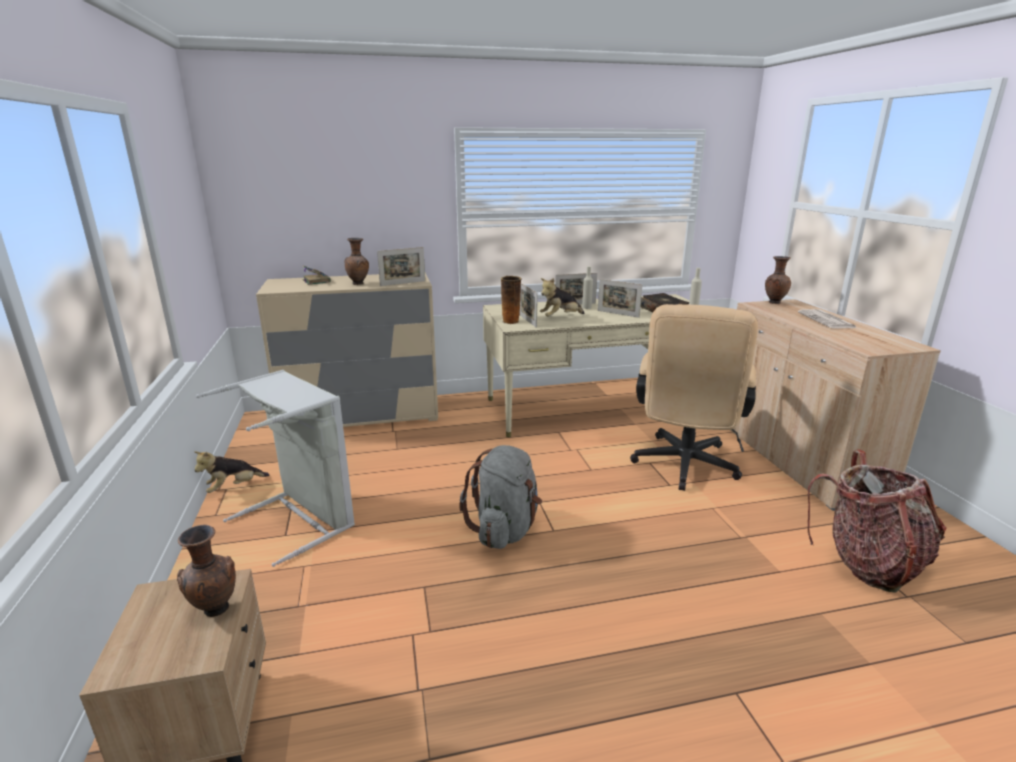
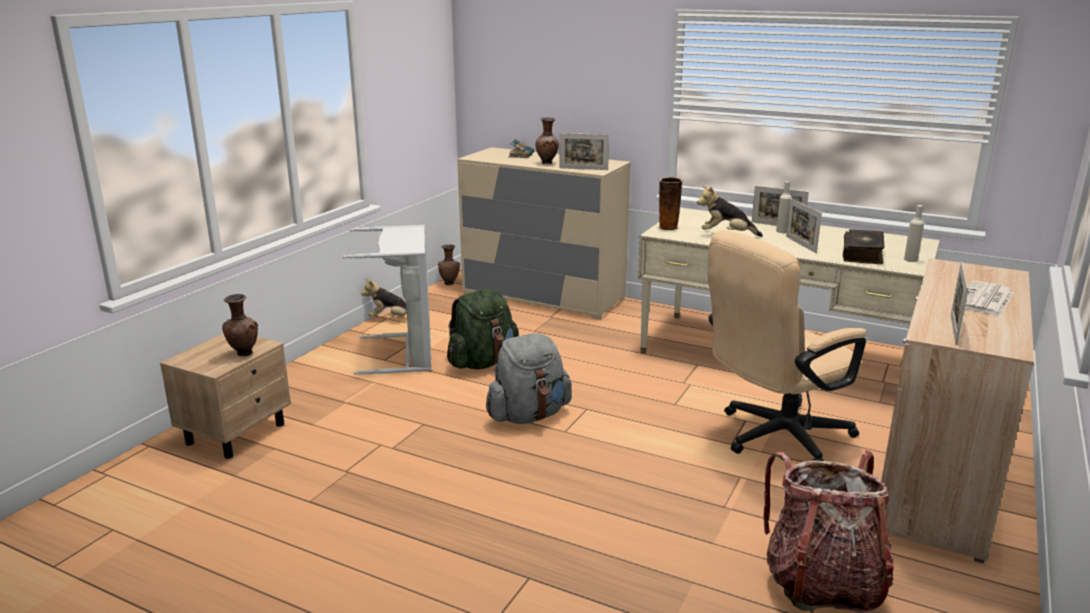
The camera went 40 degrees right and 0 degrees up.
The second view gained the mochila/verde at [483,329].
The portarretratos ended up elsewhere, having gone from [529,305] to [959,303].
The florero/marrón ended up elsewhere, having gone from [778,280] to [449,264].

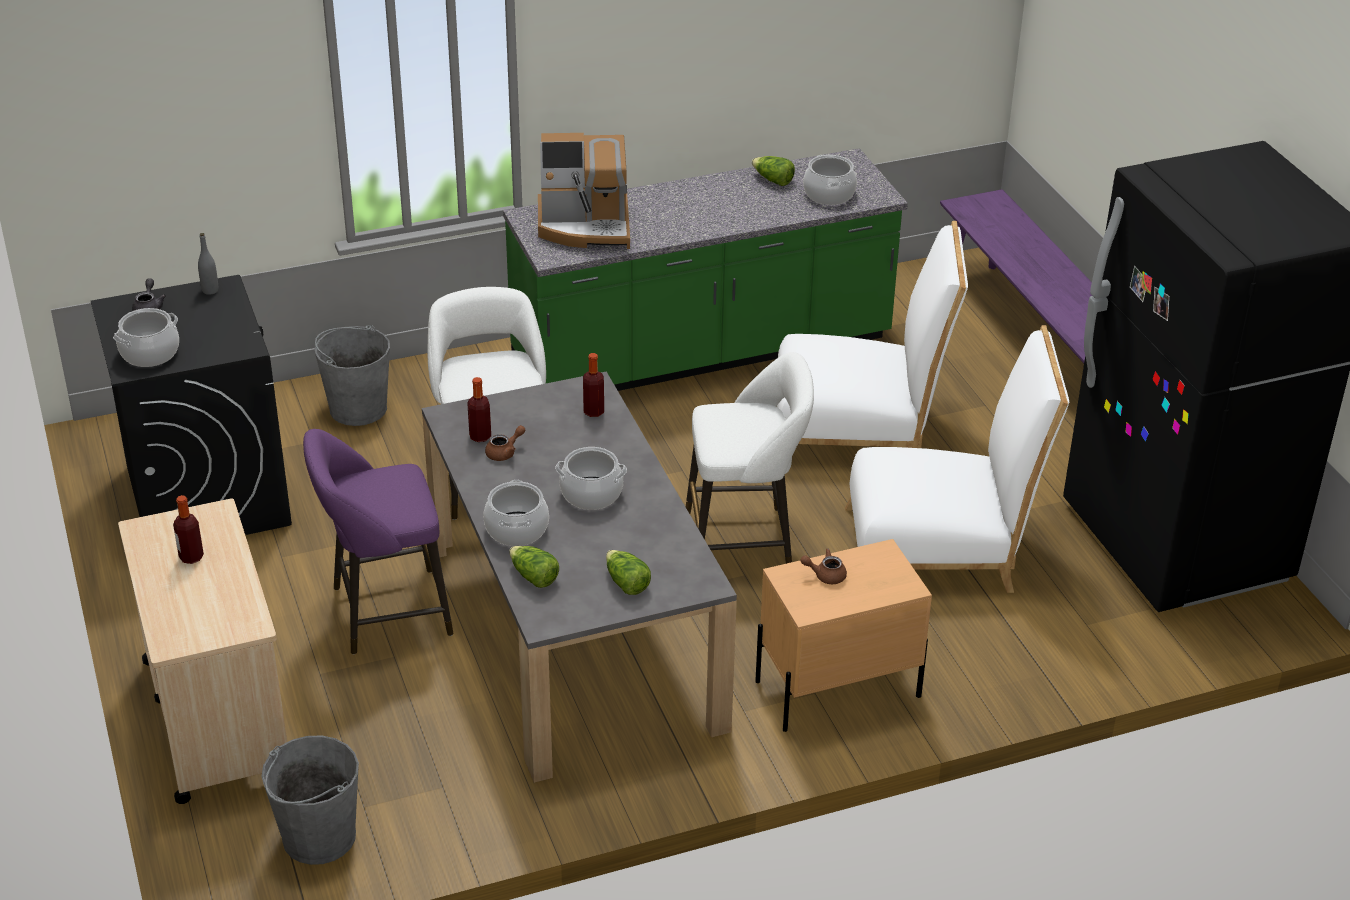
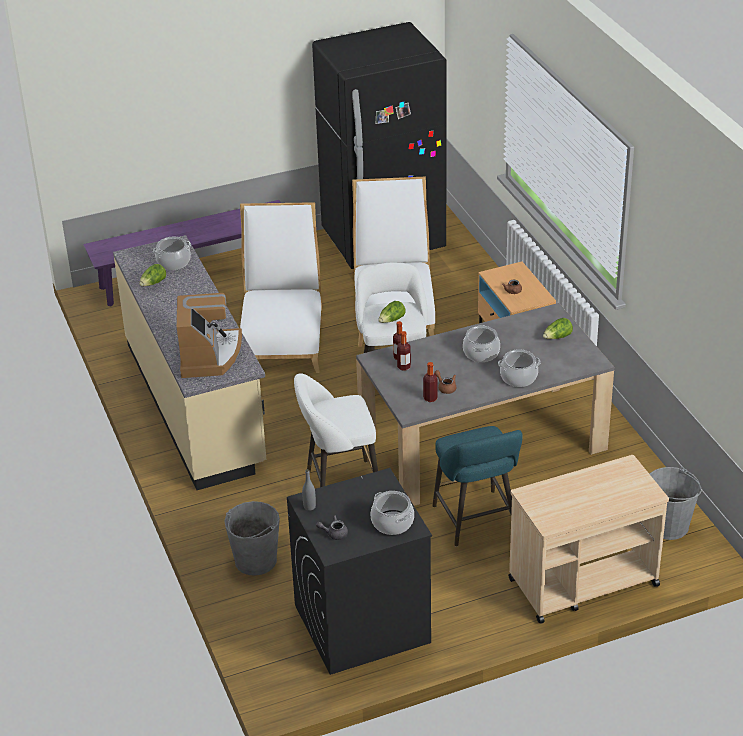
The camera went 90 degrees left and 0 degrees up.
The botella ended up elsewhere, having gone from [188,529] to [404,351].
The lechuga ended up elsewhere, having gone from [534,567] to [392,312].
What was the taburete/morado at [378,541] turned into the taburete/turquesa at [478,486].
What was the mueble bajo de cocina/verde at [705,269] turned into the mueble bajo de cocina/beis at [189,362].

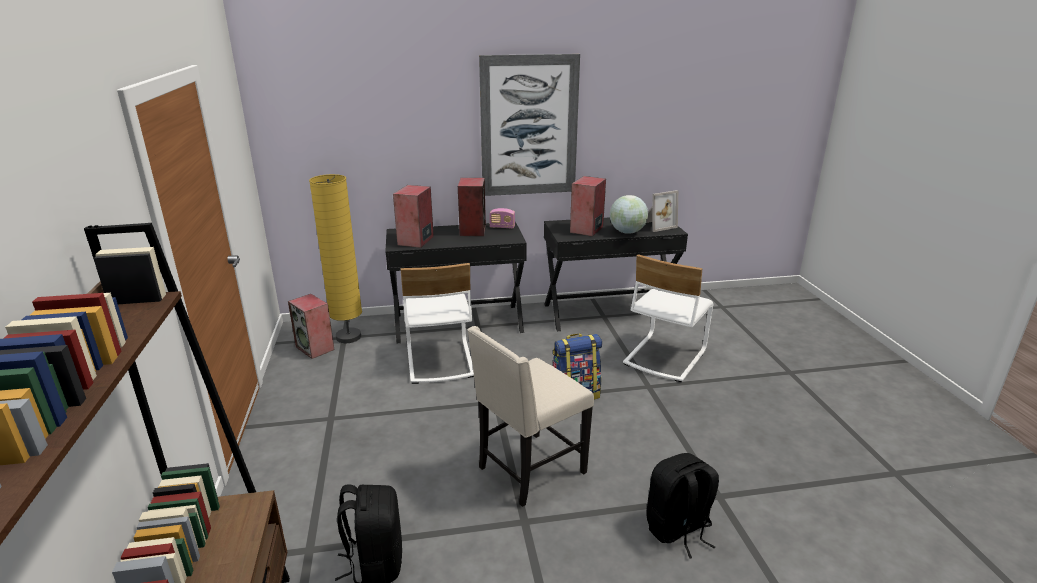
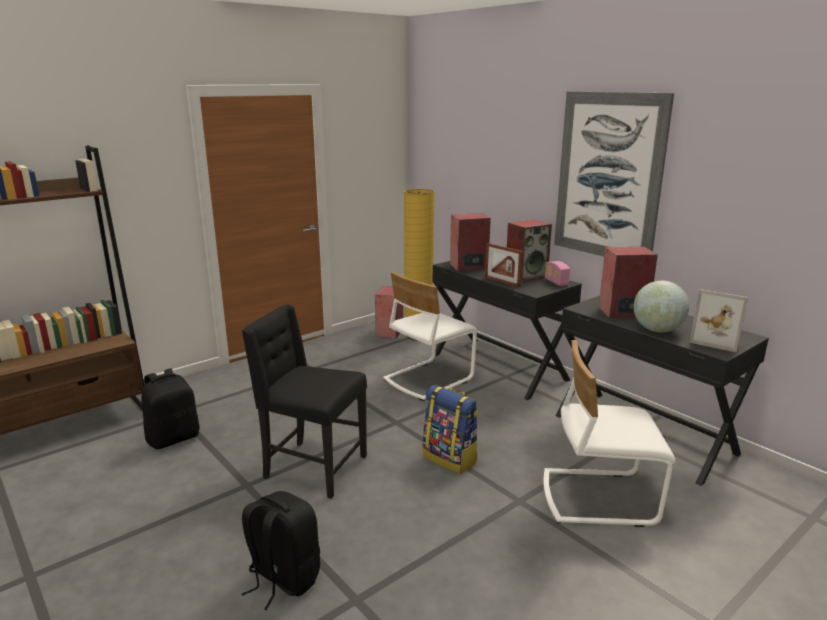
The camera went 60 degrees right and 5 degrees down.
The second view gained the portarretratos at [504,265].
What was the silla/beis at [531,416] turned into the silla/negro at [304,401].

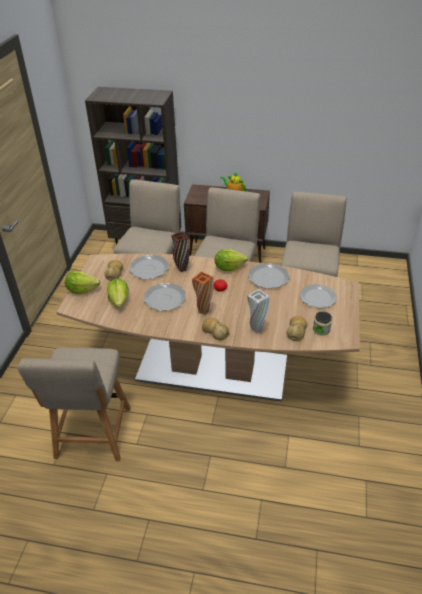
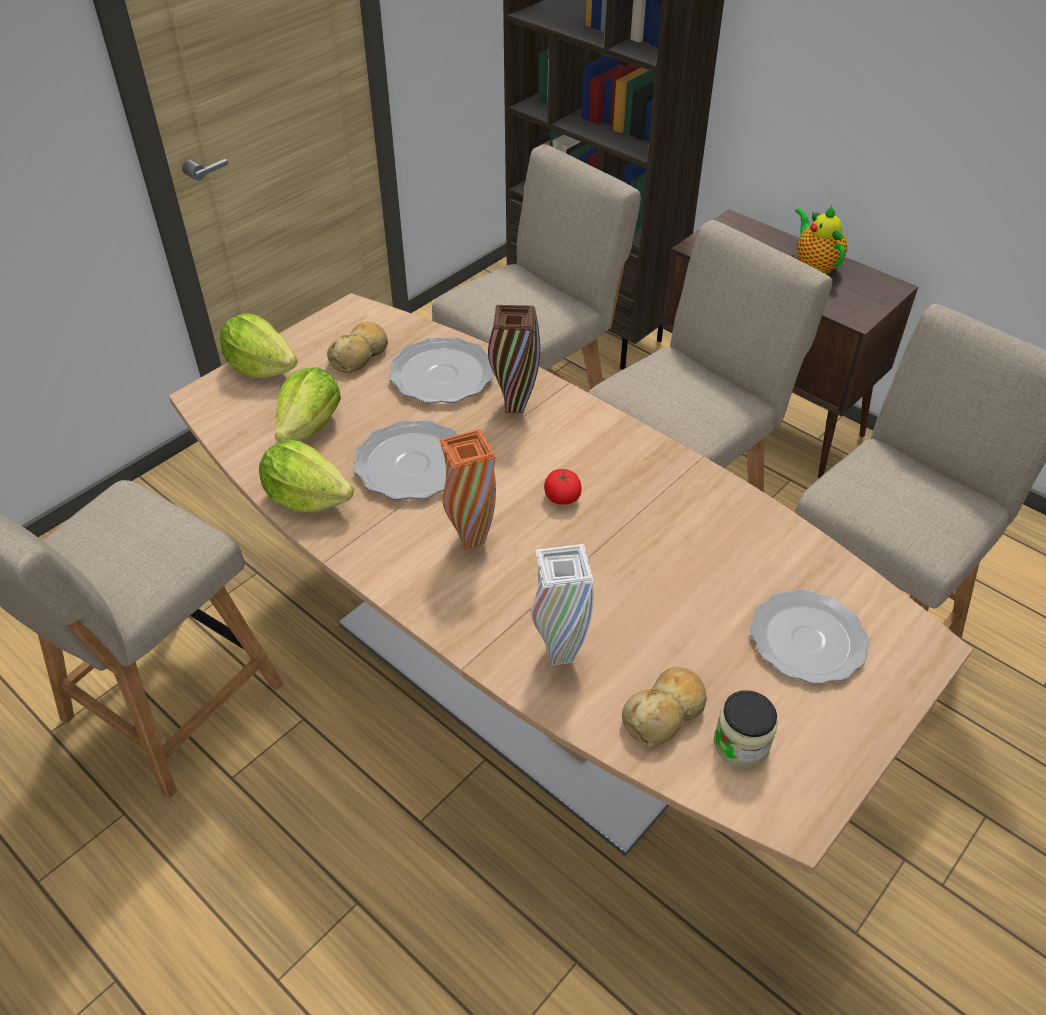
The camera went 30 degrees right and 5 degrees up.
The second view lost the pan at [215,329].
The second view lost the plato at [269,276].
The lechuga ended up elsewhere, having gone from [231,260] to [306,476].

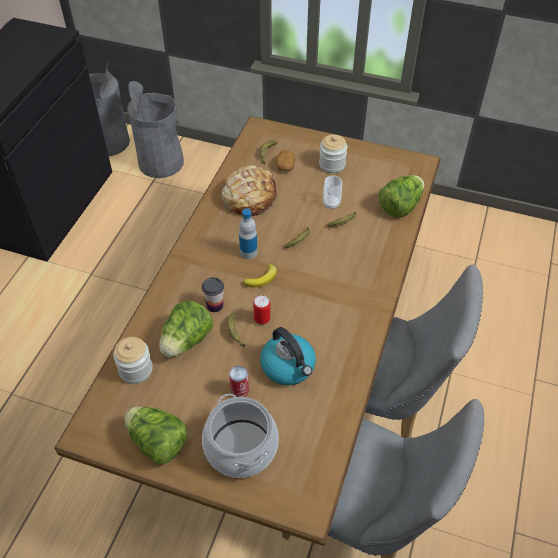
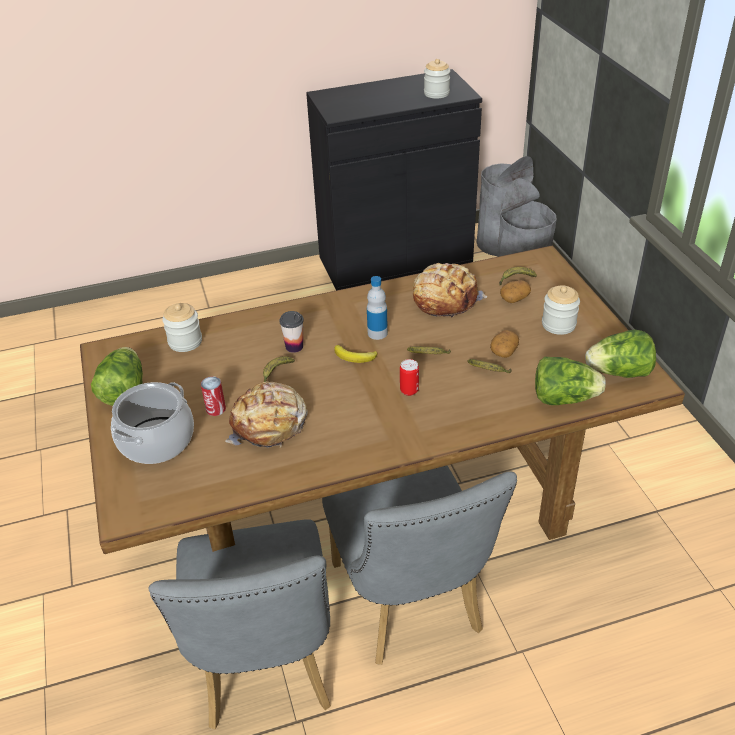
The camera went 55 degrees right and 10 degrees down.
The second view gained the tarro at [437,79].
The lechuga ended up elsewhere, having gone from [186,329] to [620,354].
The lata ended up elsewhere, having gone from [261,310] to [409,377].
Where the hervidor stood at [288,356], the pan came to stand at [266,414].
Where the taza stood at [332,192], the patata came to stand at [504,344].

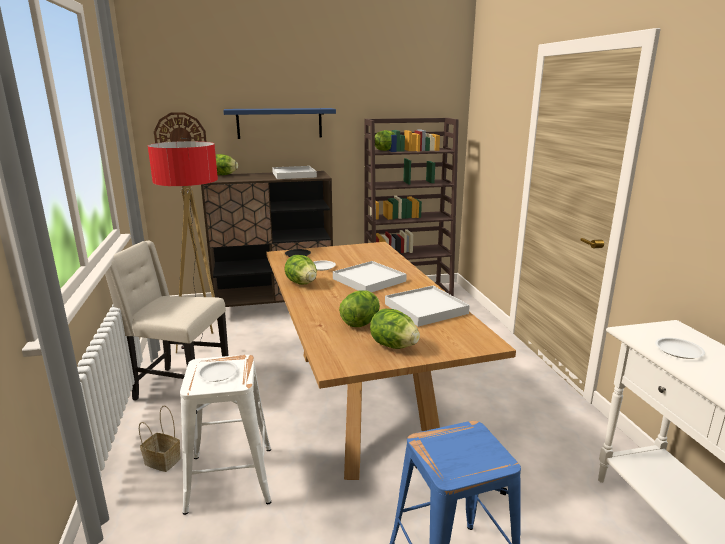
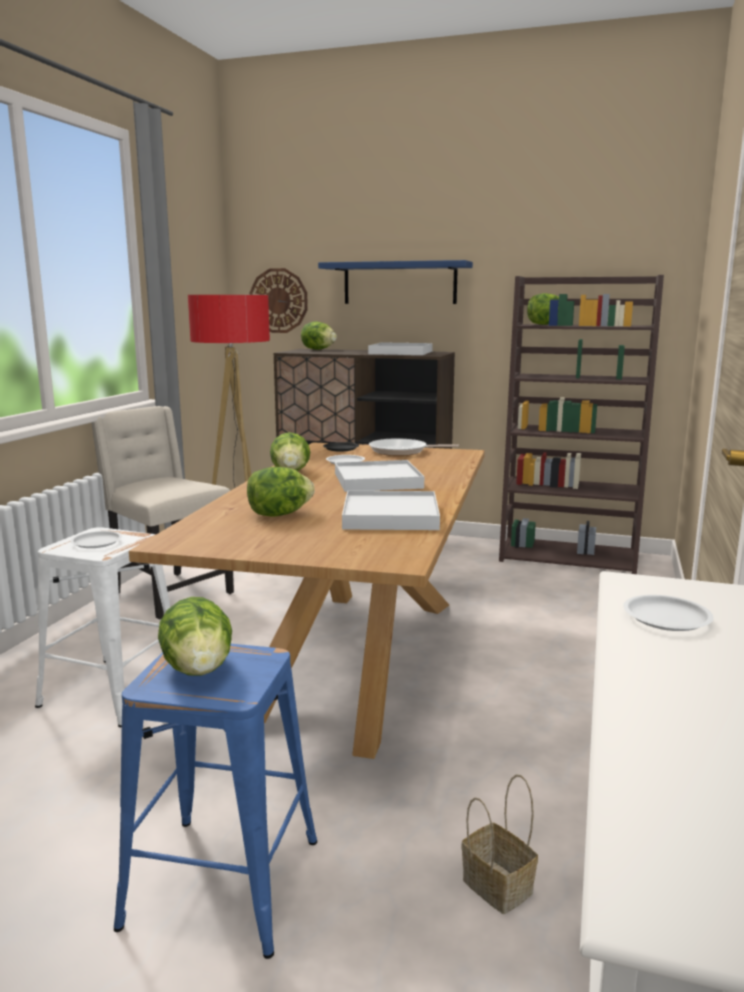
The camera went 30 degrees right and 5 degrees down.
The second view gained the sartén at [414,447].
The cesta ended up elsewhere, having gone from [160,439] to [500,844].
The lechuga ended up elsewhere, having gone from [395,329] to [195,636].

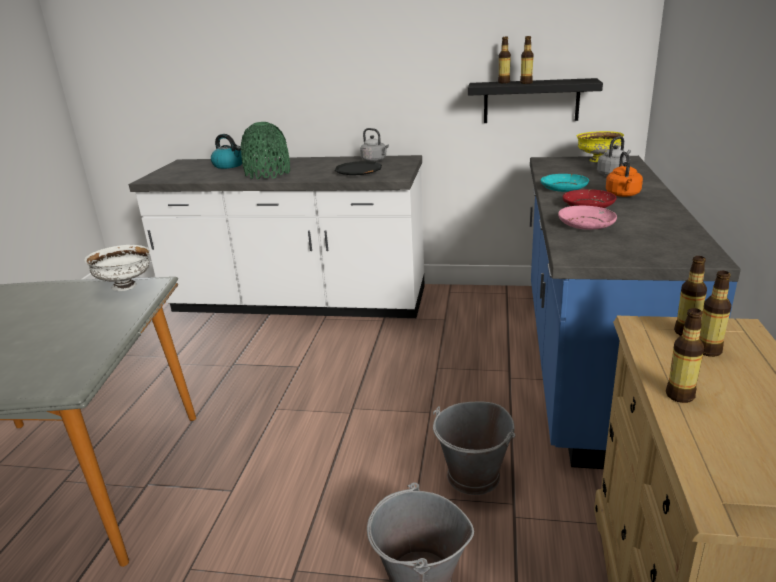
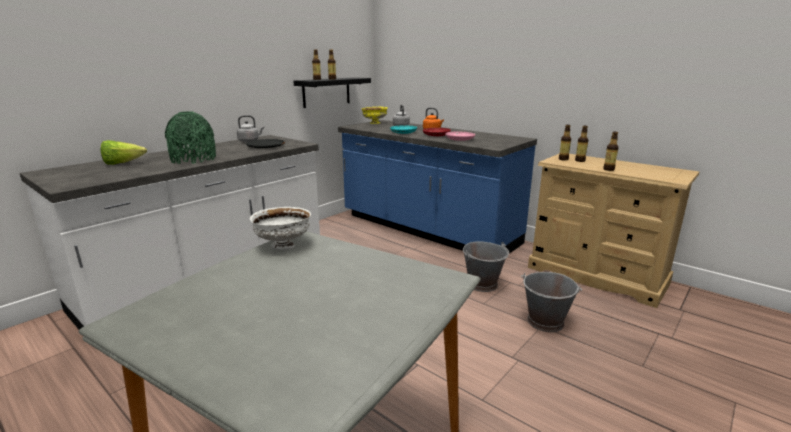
The camera went 60 degrees left and 5 degrees down.
Where the hervidor stood at [226,151], the lechuga came to stand at [124,152].

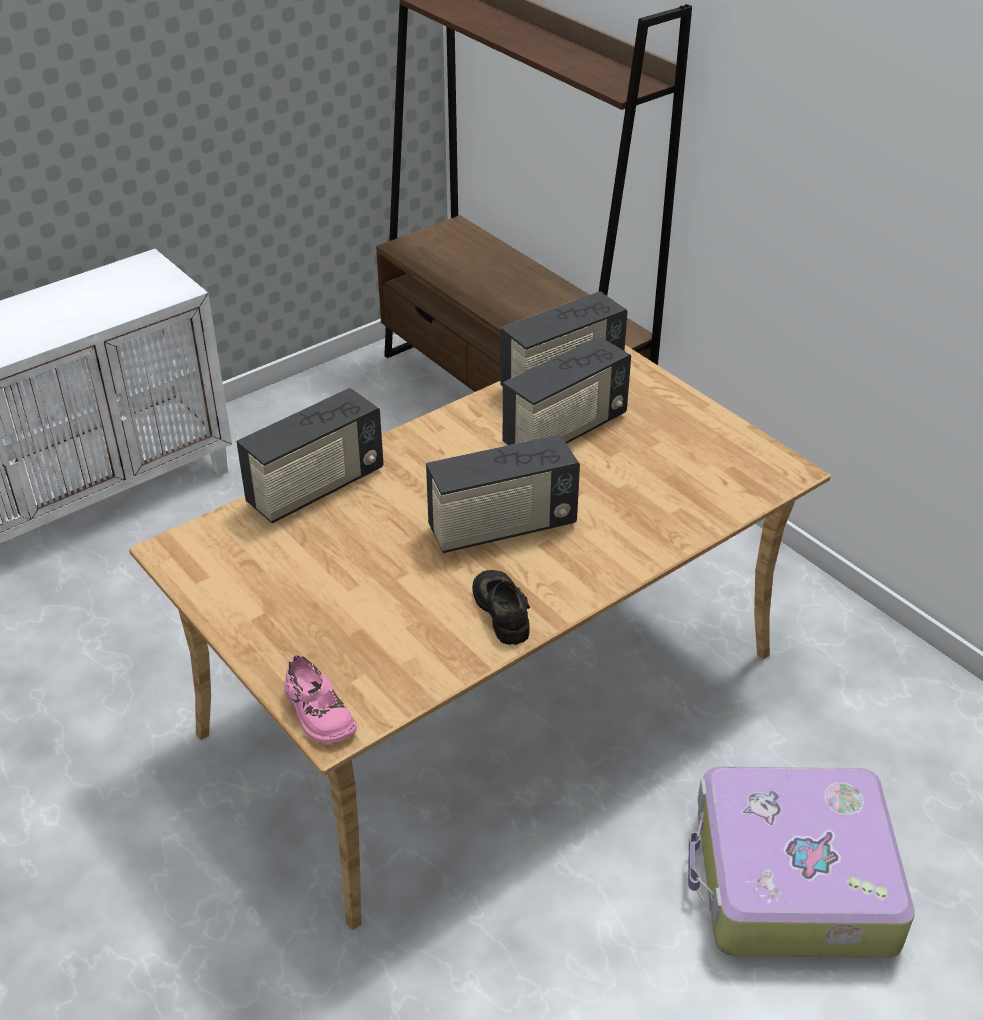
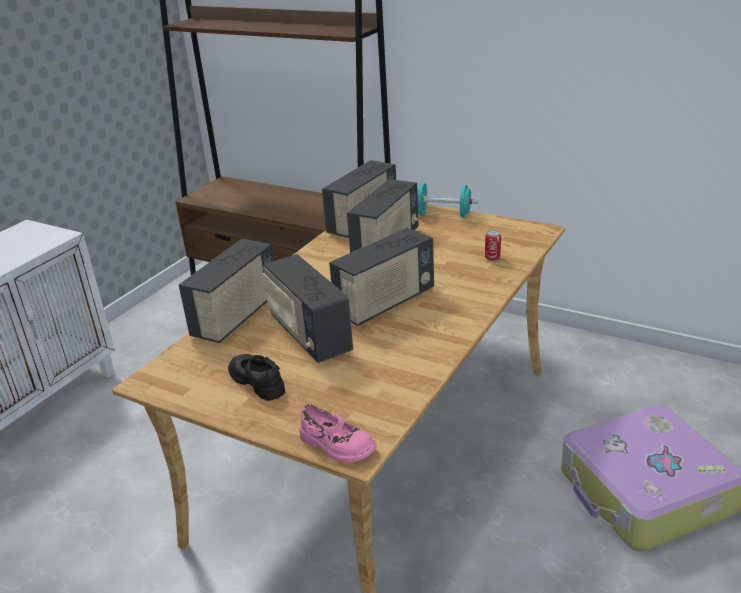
The camera went 20 degrees left and 10 degrees down.
The second view gained the radio at [308,308].
The second view gained the mancuerna/turquesa at [447,200].
The second view gained the lata at [493,245].
The zapato/negro ended up elsewhere, having gone from [501,607] to [256,377].

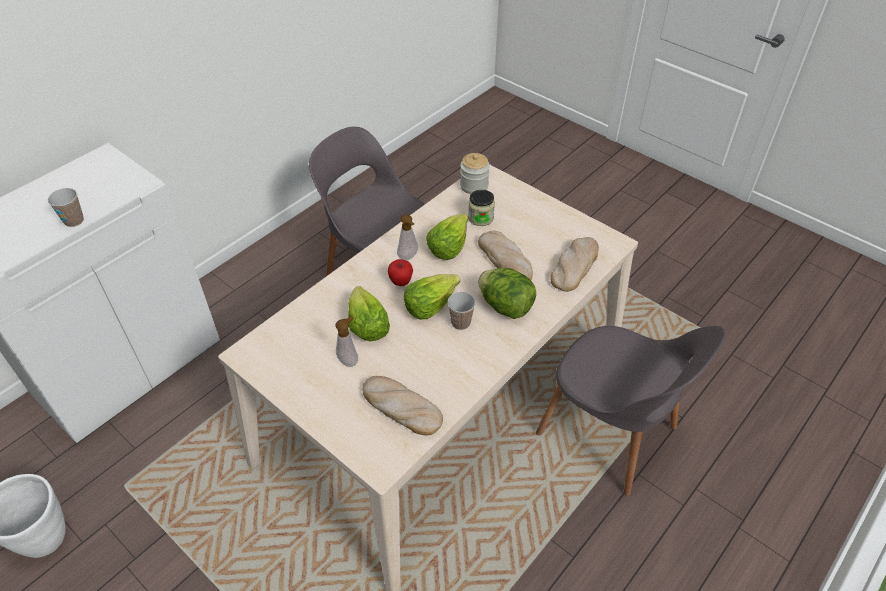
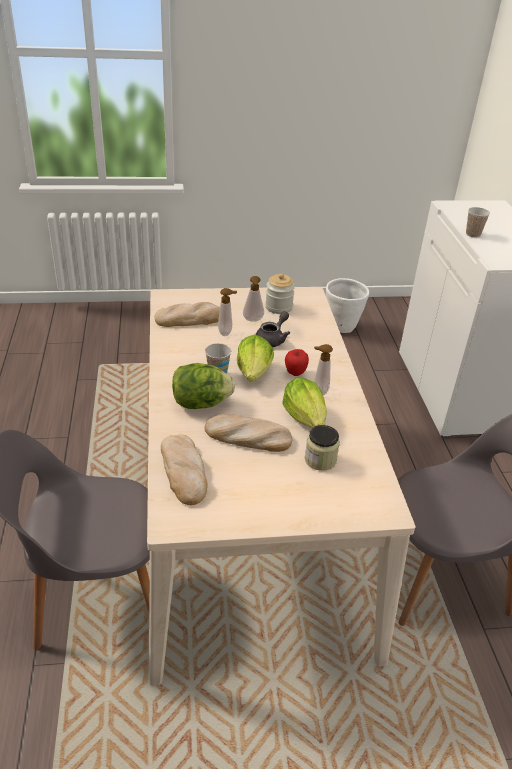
The camera went 130 degrees right and 10 degrees down.
The second view gained the dispensador de jabón at [227,312].
The tarro ended up elsewhere, having gone from [475,173] to [280,293].
Where the lechuga stood at [369,313], the tetera/gris came to stand at [272,329].

